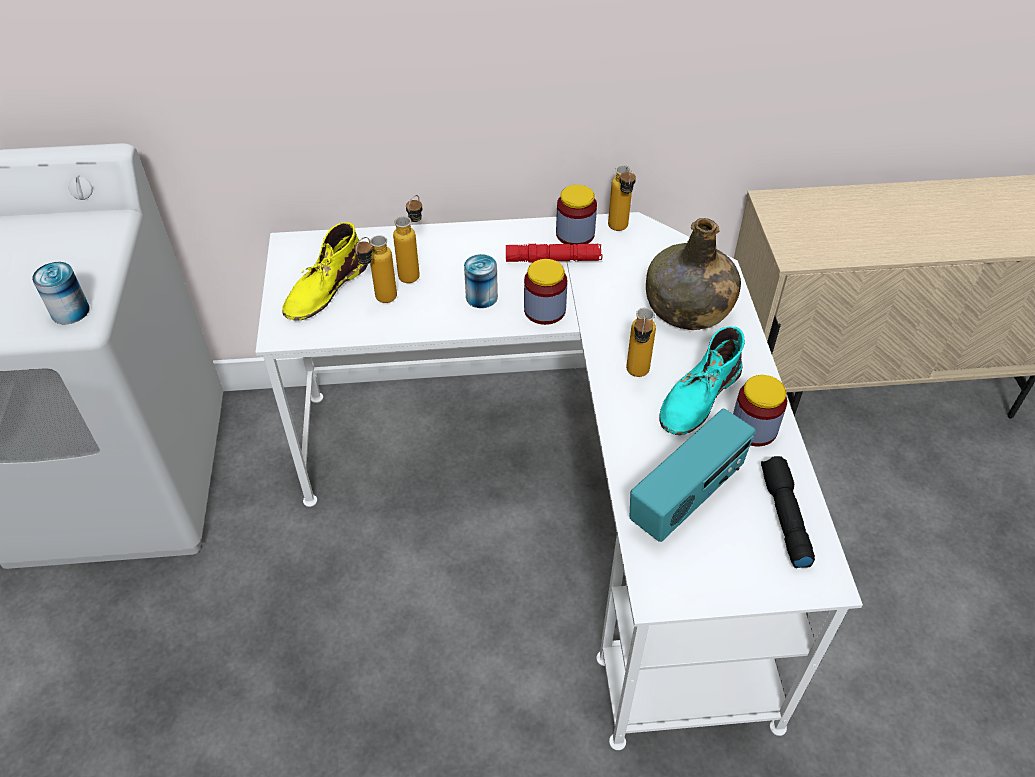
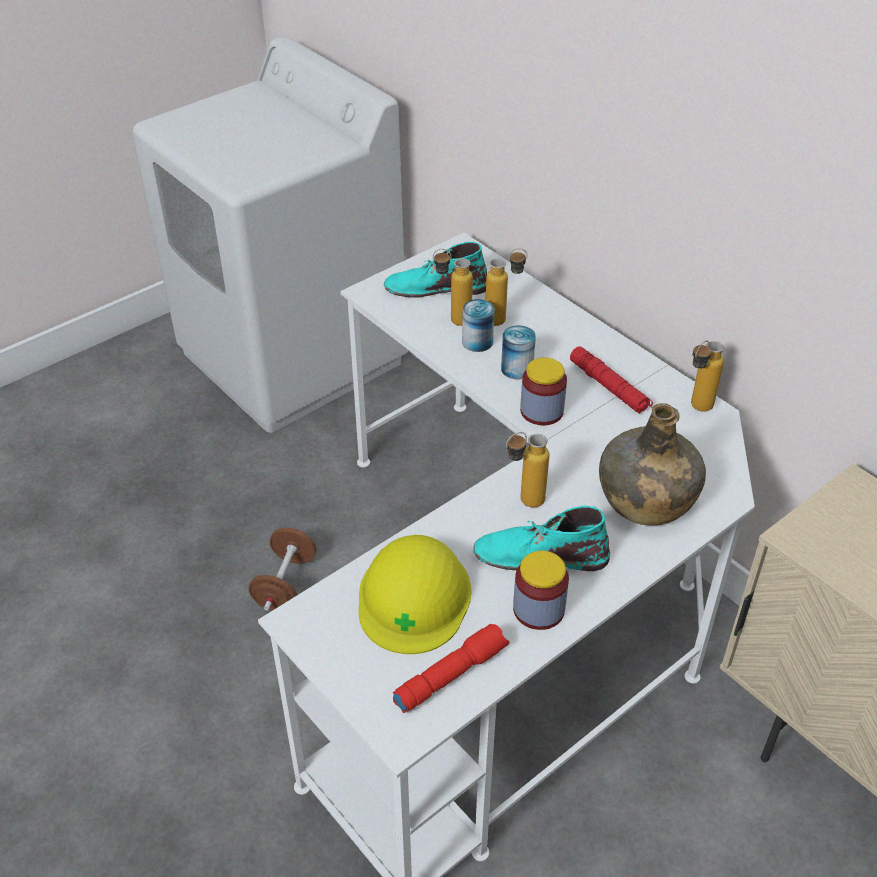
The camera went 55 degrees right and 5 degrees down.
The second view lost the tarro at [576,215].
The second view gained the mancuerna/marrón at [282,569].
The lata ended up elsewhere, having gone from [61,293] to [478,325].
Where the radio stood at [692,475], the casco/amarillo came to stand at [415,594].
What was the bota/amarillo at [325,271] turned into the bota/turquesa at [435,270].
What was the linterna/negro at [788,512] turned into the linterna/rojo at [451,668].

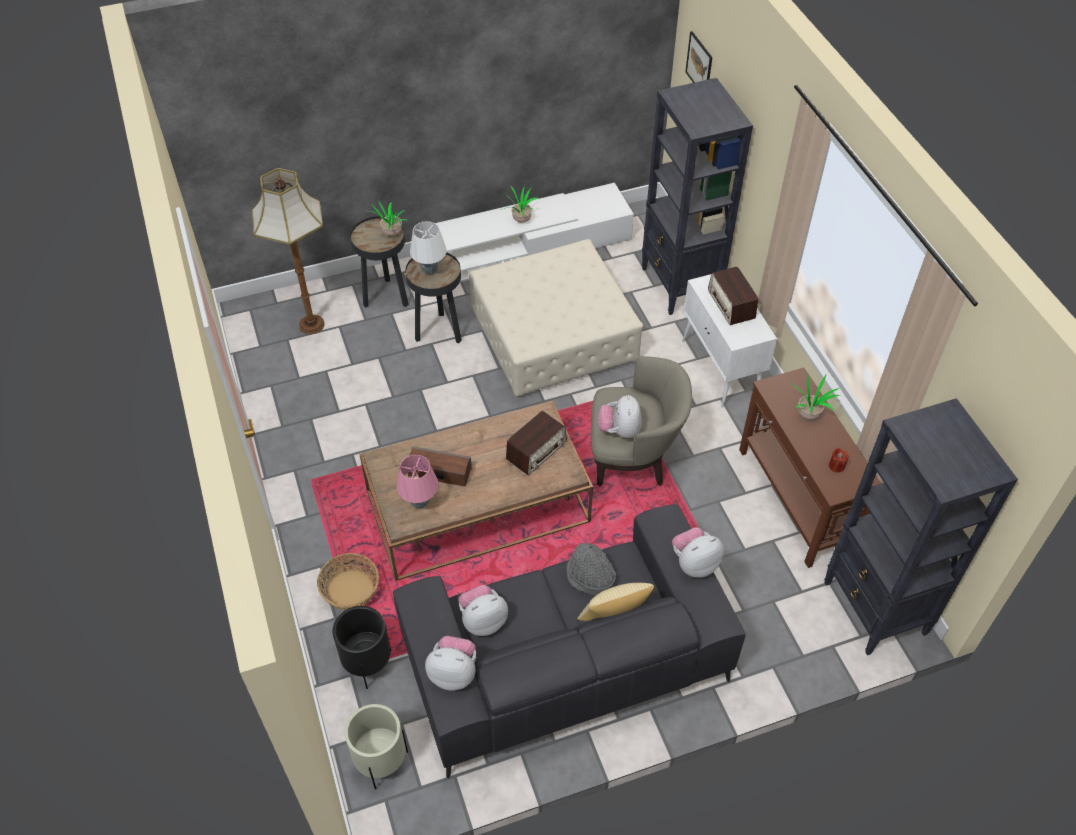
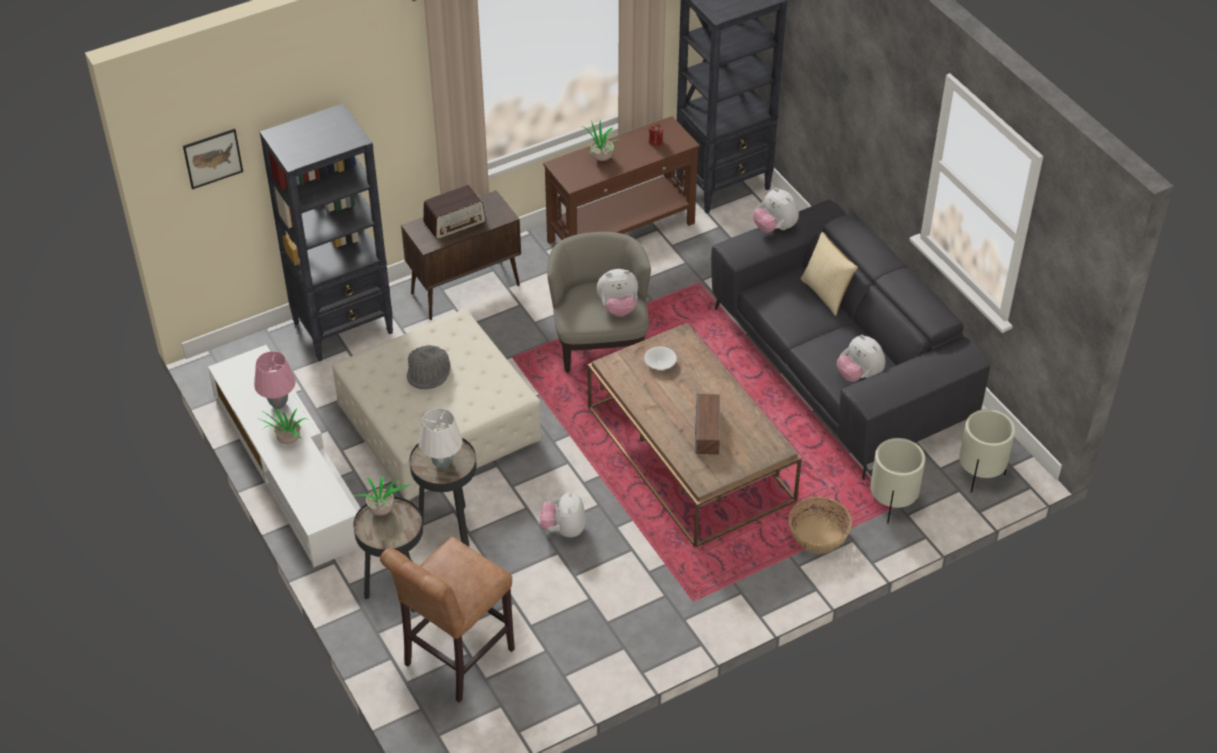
The camera went 100 degrees left and 5 degrees down.
The lámpara de mesa/rosa ended up elsewhere, having gone from [418,482] to [275,380].
The peluche ended up elsewhere, having gone from [450,663] to [563,514].
The sombrero/gris ended up elsewhere, having gone from [591,568] to [429,367].
Where the lámpara de pie stood at [288,251], the taburete/marrón came to stand at [447,619].
Where the radio stood at [536,443], the cuenco/blanco came to stand at [660,358].
What was the maceta/negro at [362,647] turned into the maceta/beis at [897,481].
What was the armario/blanco at [729,341] turned into the armario/marrón at [461,255].

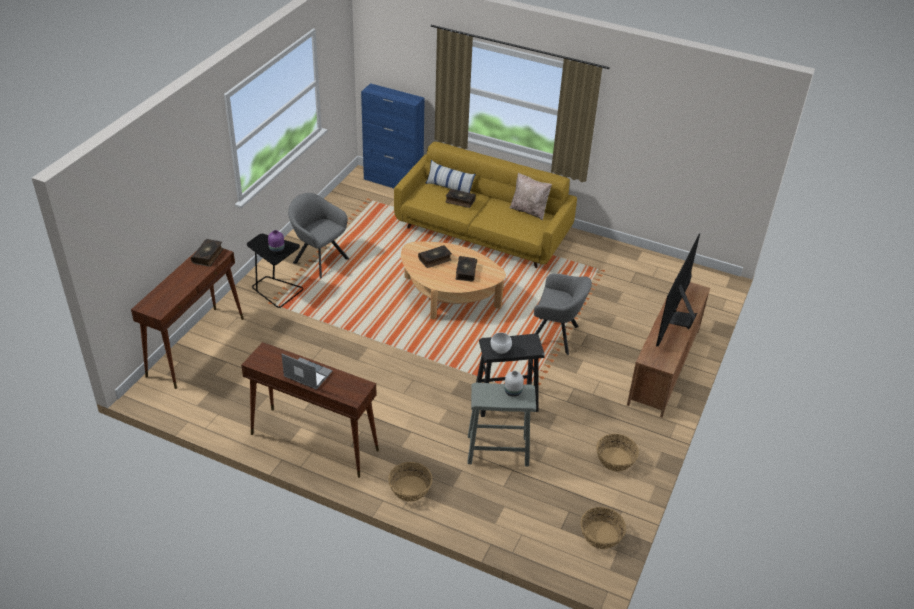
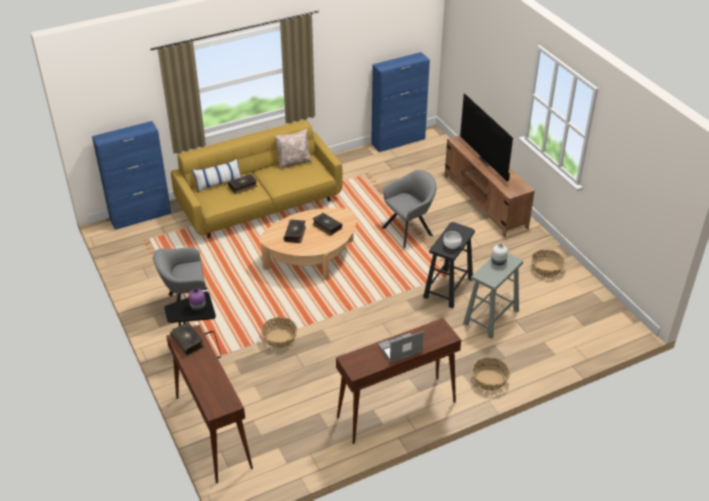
The camera went 50 degrees left and 0 degrees up.
The second view gained the armario/azul at [400,102].
The cesta ended up elsewhere, having gone from [603,528] to [279,333].

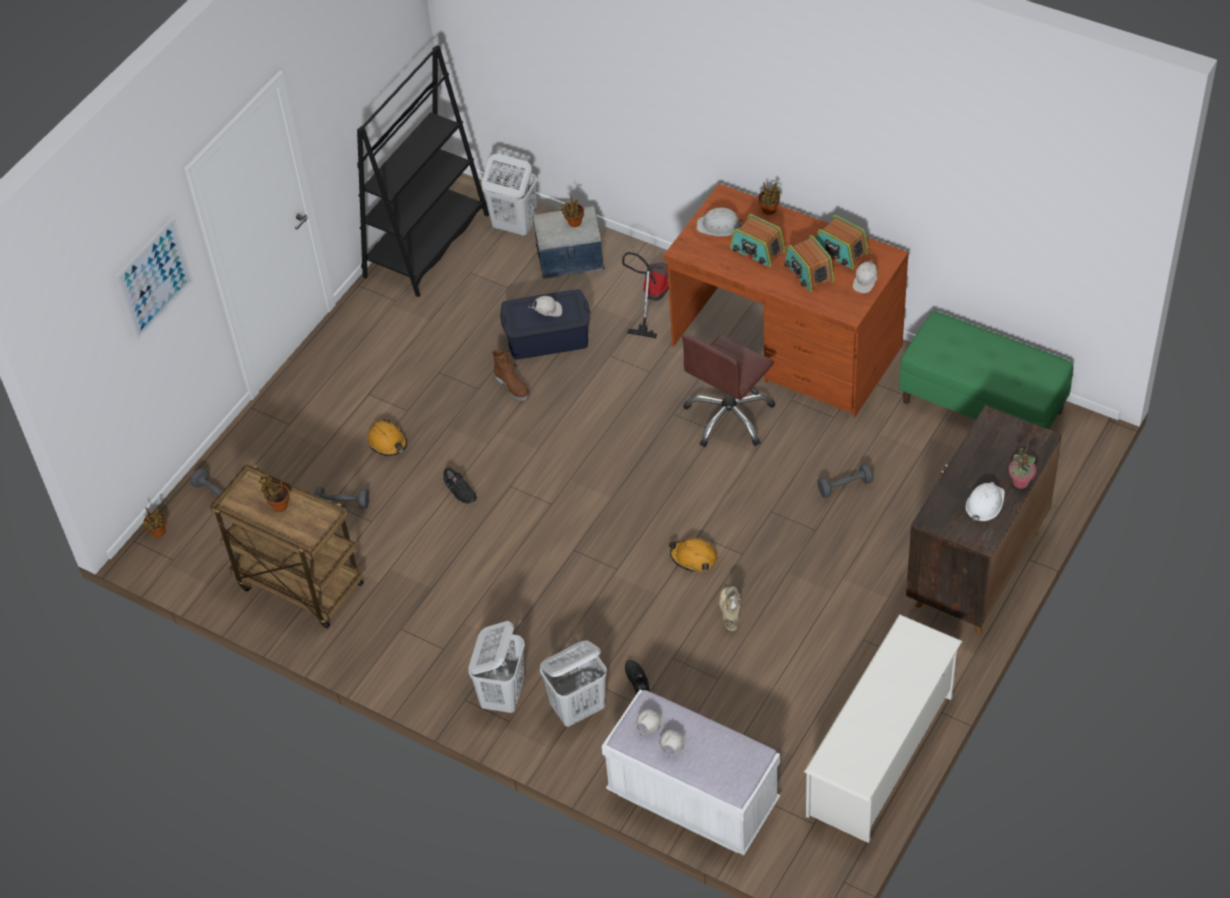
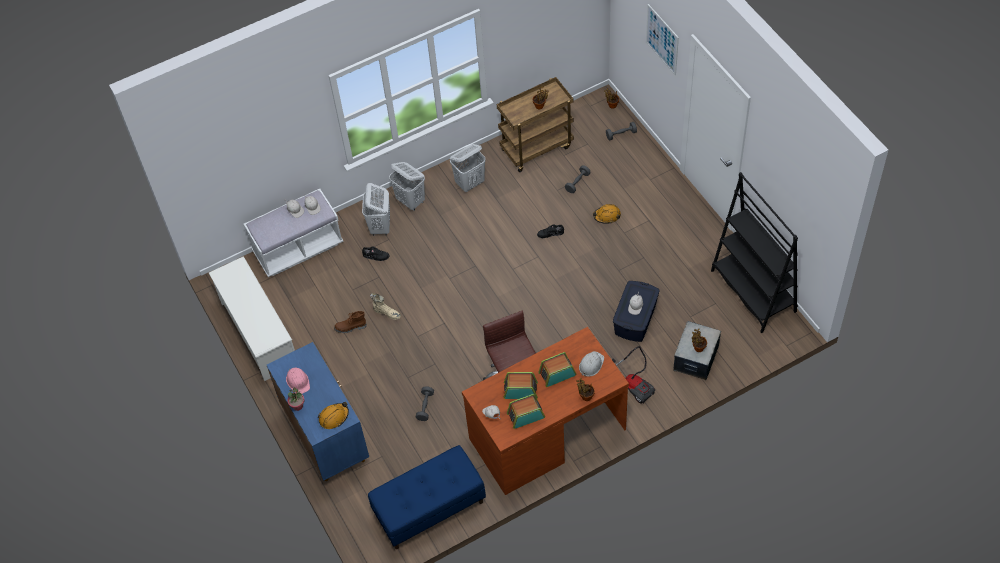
The camera went 120 degrees right and 5 degrees up.
The cesto de la ropa/blanco ended up elsewhere, having gone from [509,195] to [467,168].
The bota/marrón ended up elsewhere, having gone from [511,375] to [350,322].
The casco/naranja ended up elsewhere, having gone from [693,555] to [333,415].
What was the banco/verde at [986,370] turned into the banco/azul at [427,497].
What was the armario/marrón at [984,519] turned into the armario/azul at [318,411].
What was the casco/blanco at [985,501] turned into the casco/rosa at [298,381].

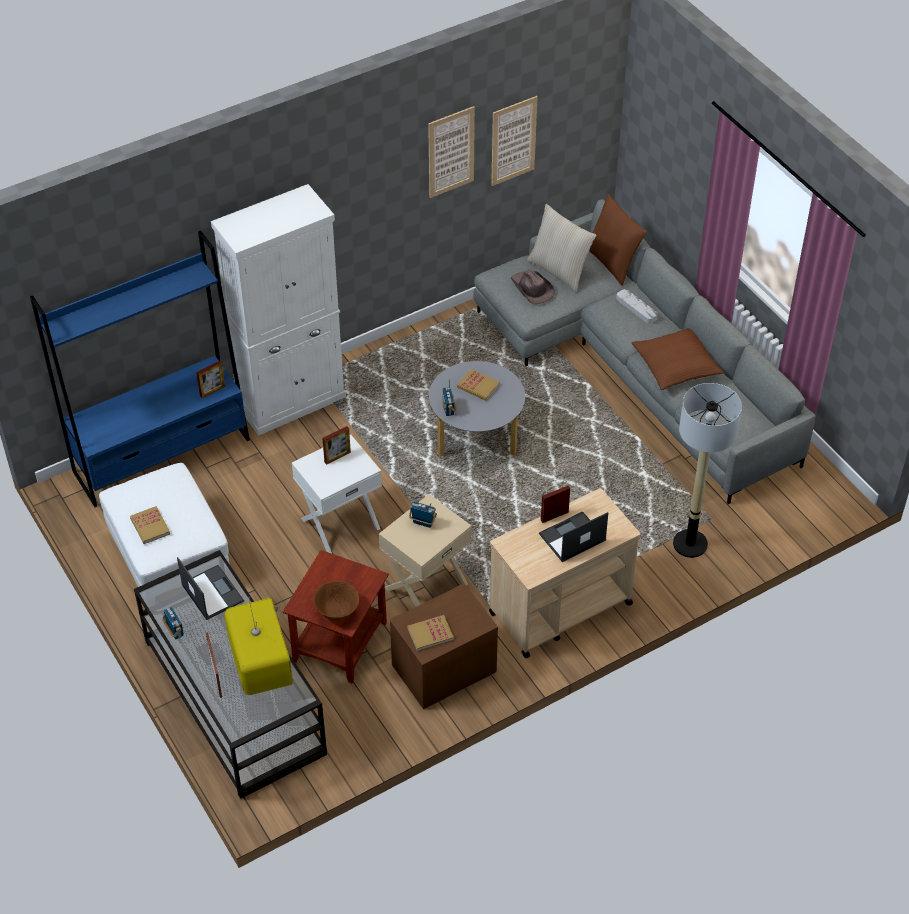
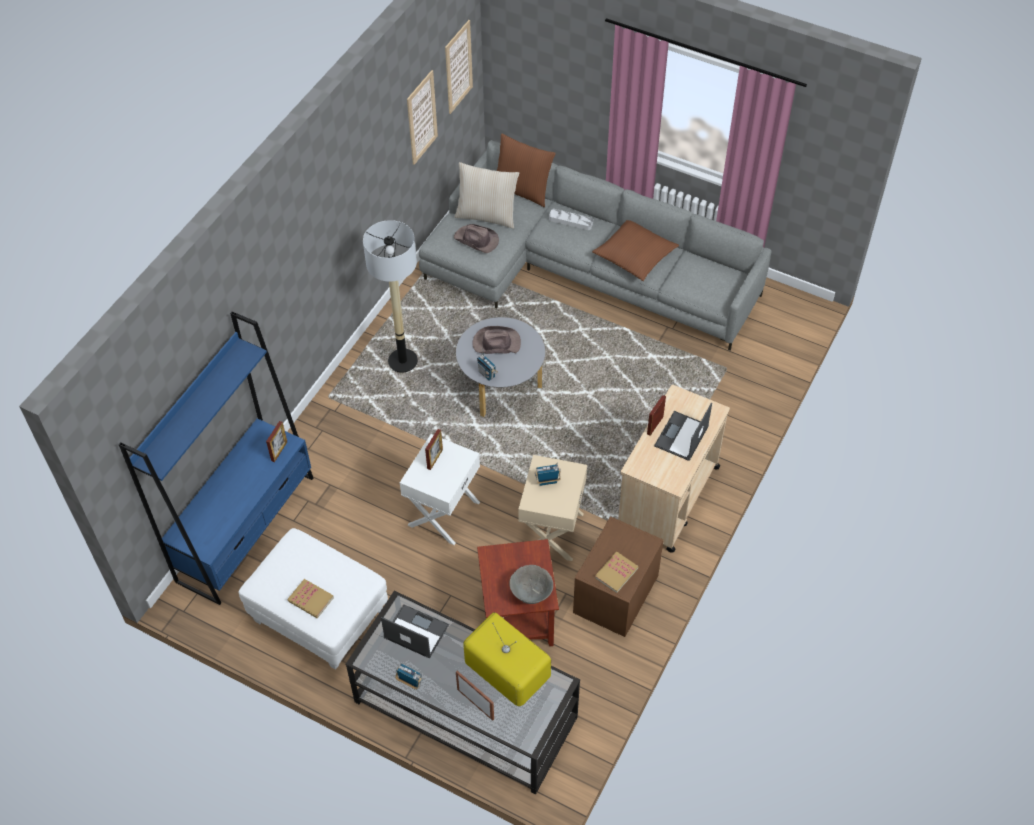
The camera went 30 degrees left and 5 degrees up.
The second view lost the armario/blanco at [278,310].
The cuadro ended up elsewhere, having gone from [451,152] to [459,67].
The lámpara de pie ended up elsewhere, having gone from [707,470] to [390,296].
Where the libro stood at [478,385], the sombrero/marrón came to stand at [496,340].
What was the cuenco/marrón at [336,601] turned into the cuenco/gris at [531,584].

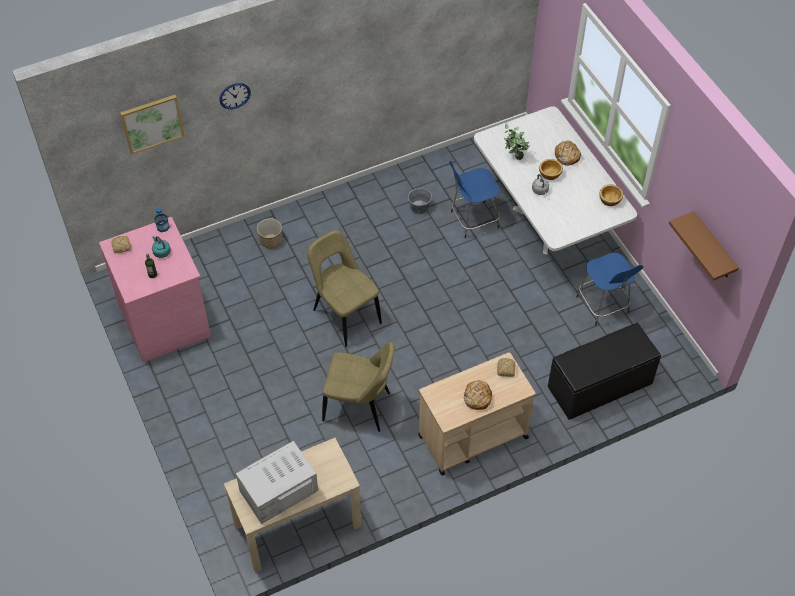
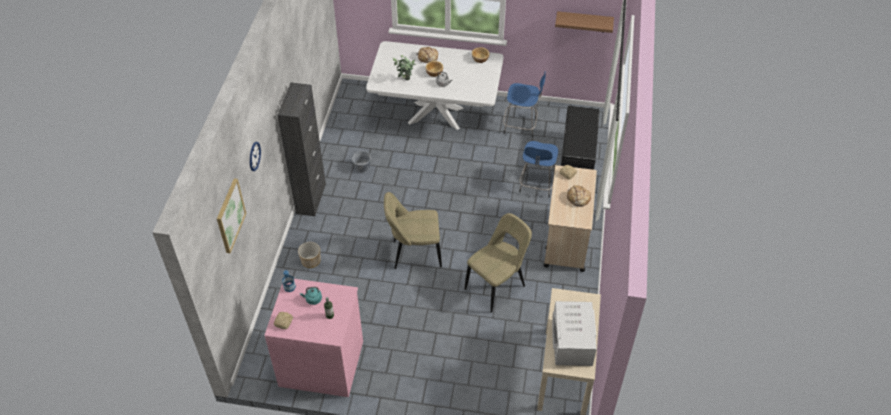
The camera went 55 degrees left and 5 degrees down.
The second view gained the armario/negro at [301,149].
The taburete/azul ended up elsewhere, having gone from [474,199] to [538,169].

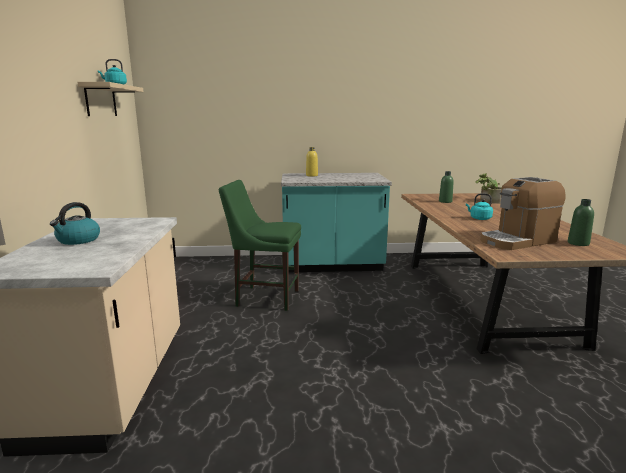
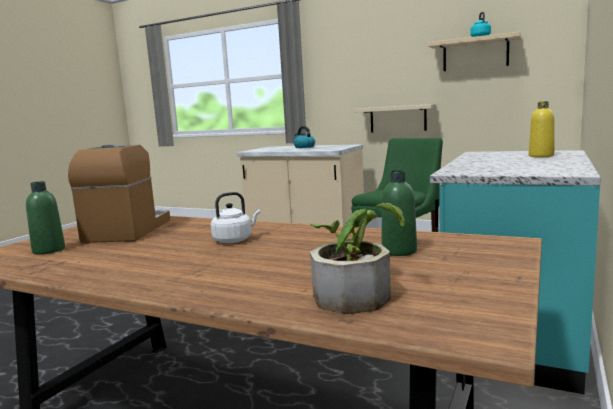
The camera went 120 degrees right and 5 degrees down.
The second view gained the estante/beis at [395,118].
What was the hervidor/turquesa at [479,206] turned into the hervidor/blanco at [235,217].

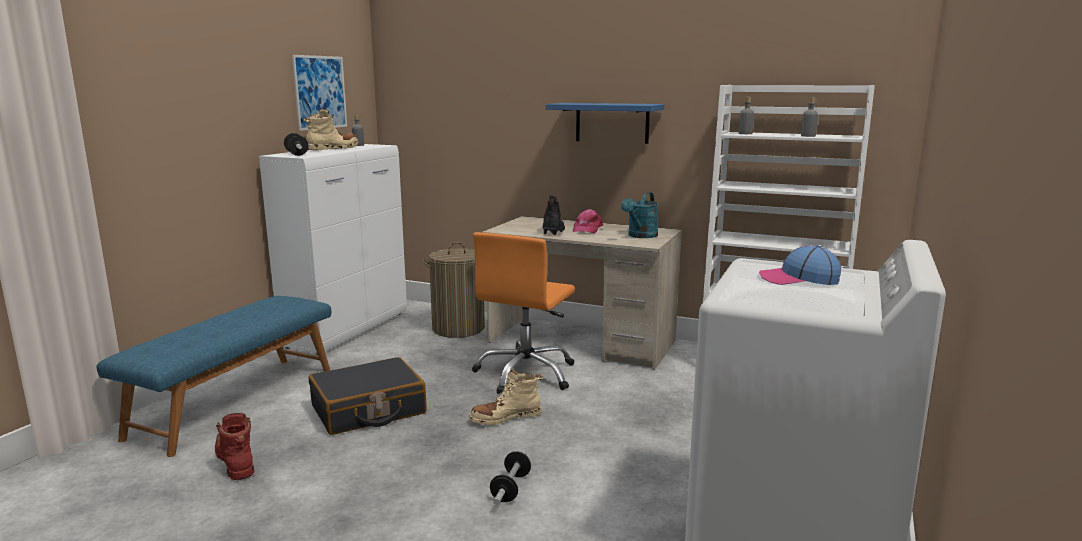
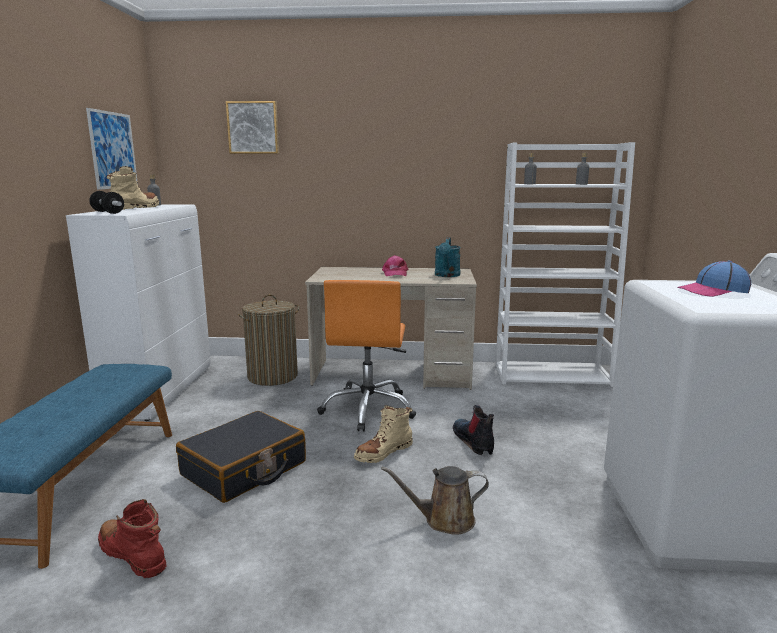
The camera went 20 degrees left and 0 degrees up.
The second view lost the estante/azul at [605,123].
The second view gained the cuadro at [252,127].
The bota ended up elsewhere, having gone from [554,215] to [473,430].
Where the mancuerna stood at [510,477], the regadera/marrón came to stand at [435,500].

